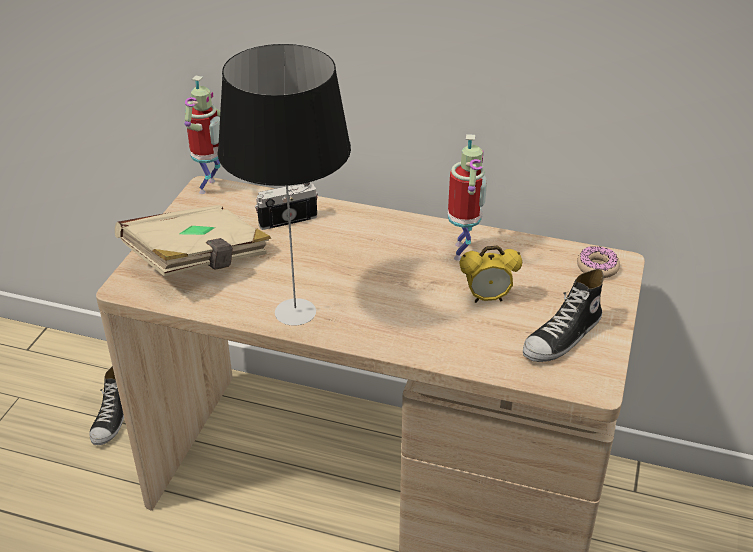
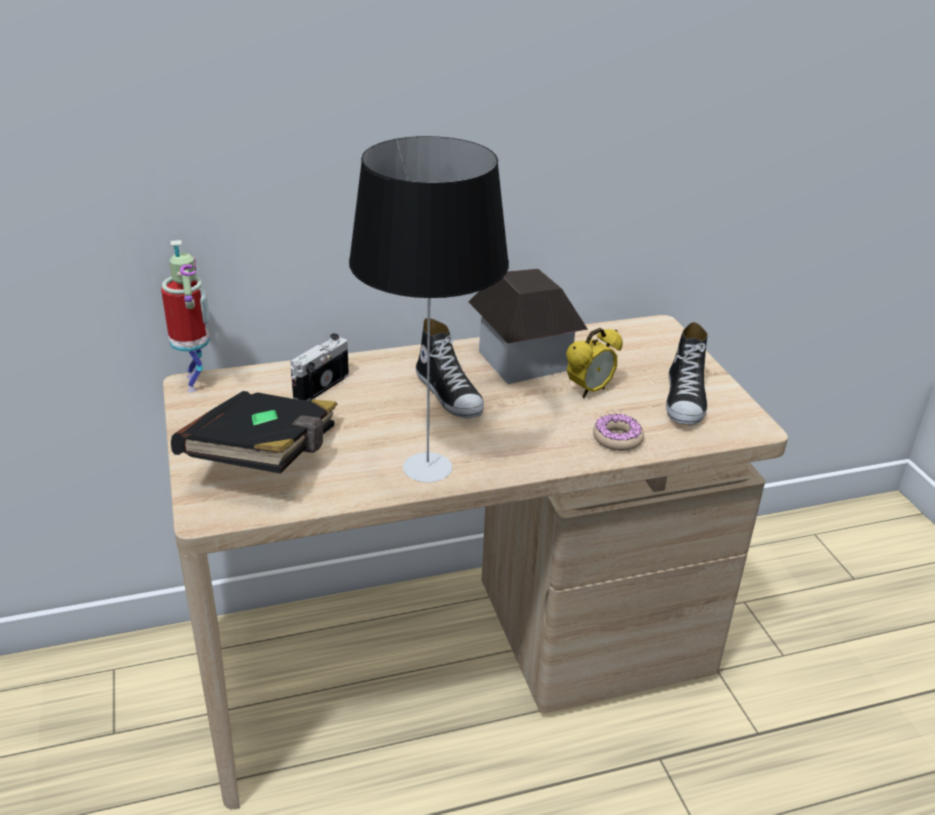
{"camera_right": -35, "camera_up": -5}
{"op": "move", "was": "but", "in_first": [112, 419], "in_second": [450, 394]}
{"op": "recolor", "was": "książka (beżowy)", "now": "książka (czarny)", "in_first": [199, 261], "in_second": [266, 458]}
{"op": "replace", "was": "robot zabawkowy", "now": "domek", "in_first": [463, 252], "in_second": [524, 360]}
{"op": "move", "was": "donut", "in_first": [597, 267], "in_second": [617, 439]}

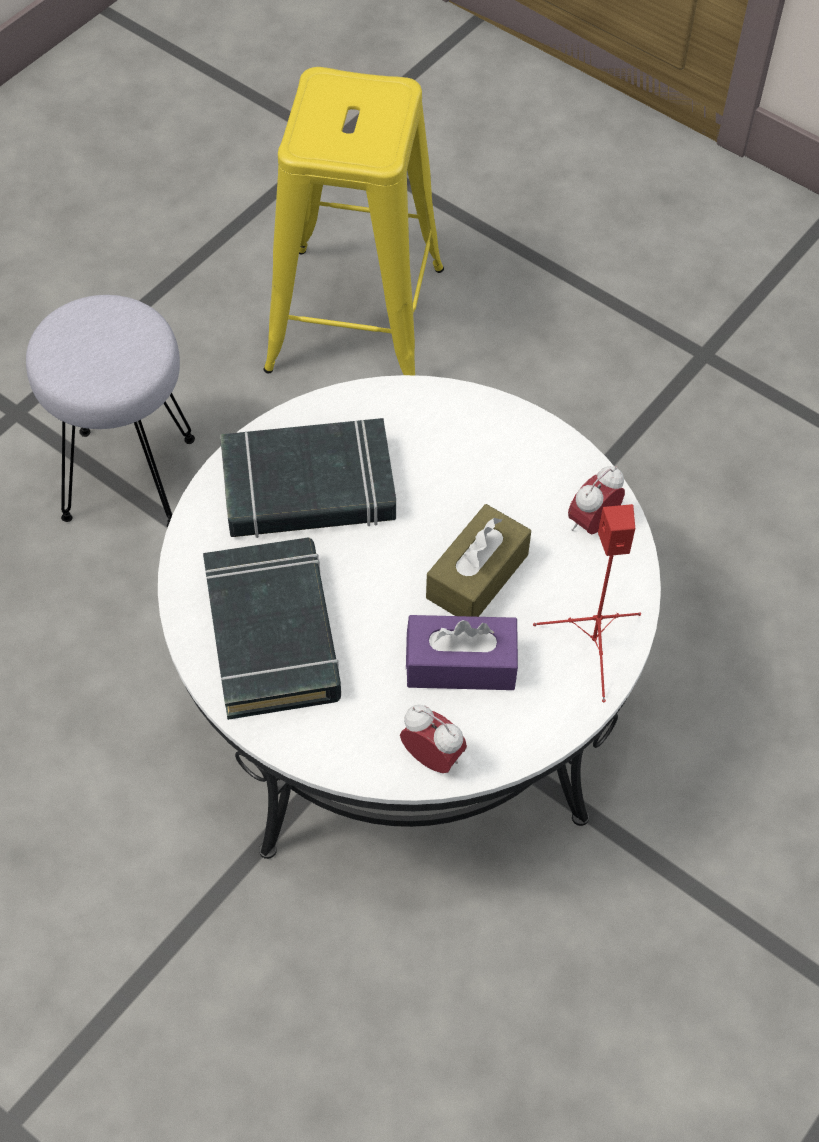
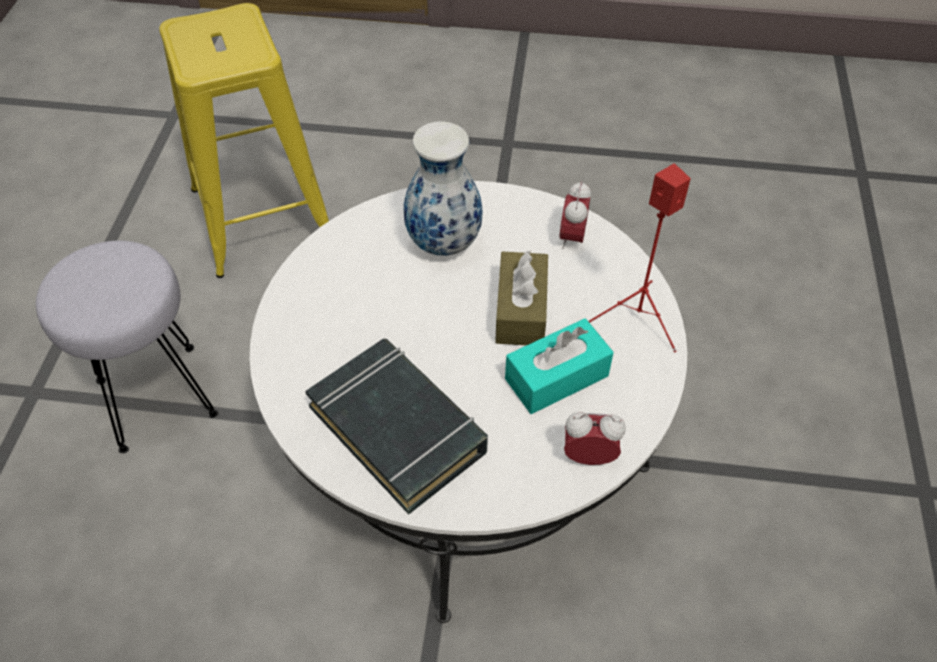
{"camera_right": -30, "camera_up": -5}
{"op": "delete", "was": "książka (czarny)", "in_first": [308, 488]}
{"op": "recolor", "was": "pudełko chusteczek (fioletowy)", "now": "pudełko chusteczek (turkusowy)", "in_first": [461, 664], "in_second": [556, 377]}
{"op": "insert", "now": "wazon", "in_second": [445, 243]}

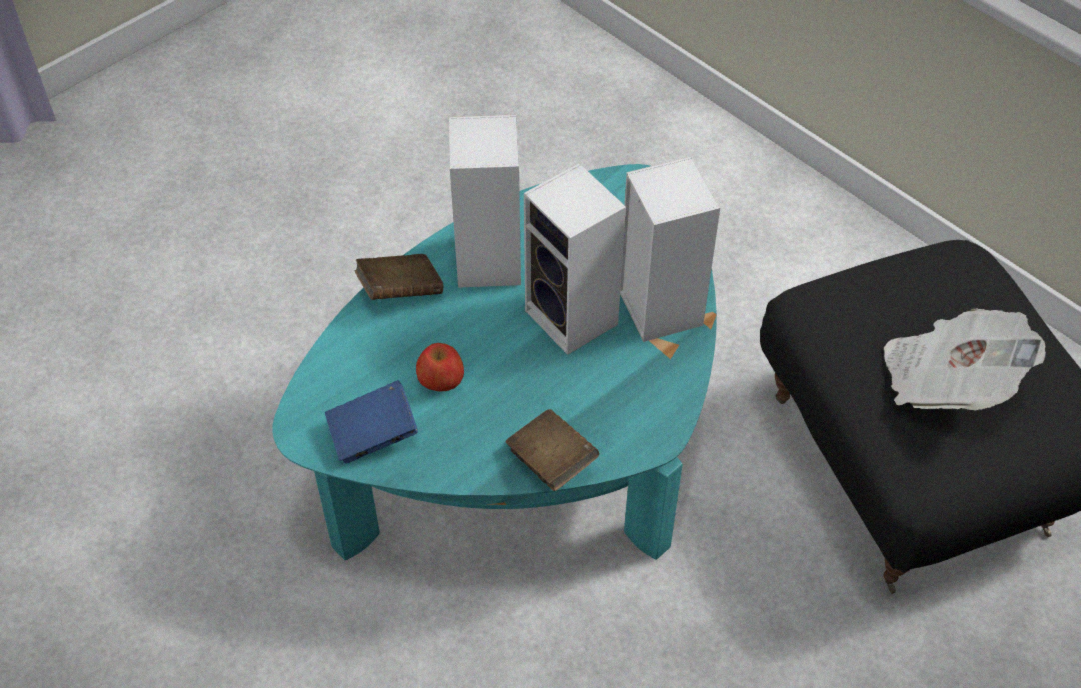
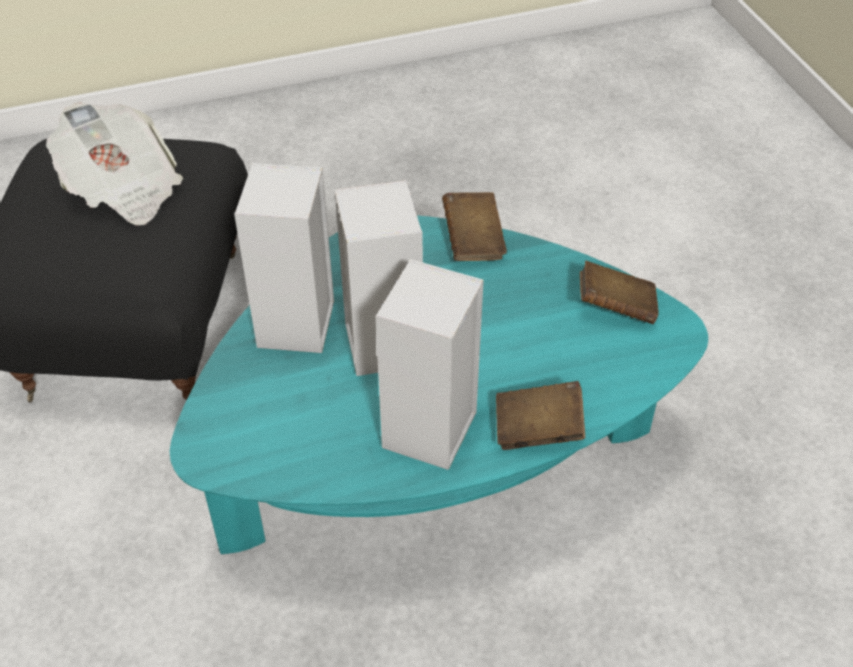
{"camera_right": -155, "camera_up": -5}
{"op": "recolor", "was": "książka (niebieski)", "now": "książka (brązowy)", "in_first": [373, 435], "in_second": [615, 307]}
{"op": "delete", "was": "jabłko", "in_first": [440, 379]}

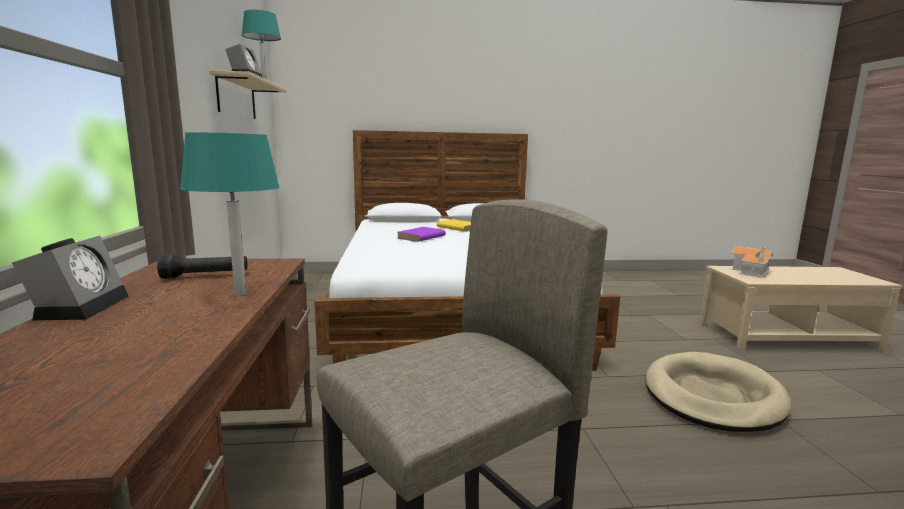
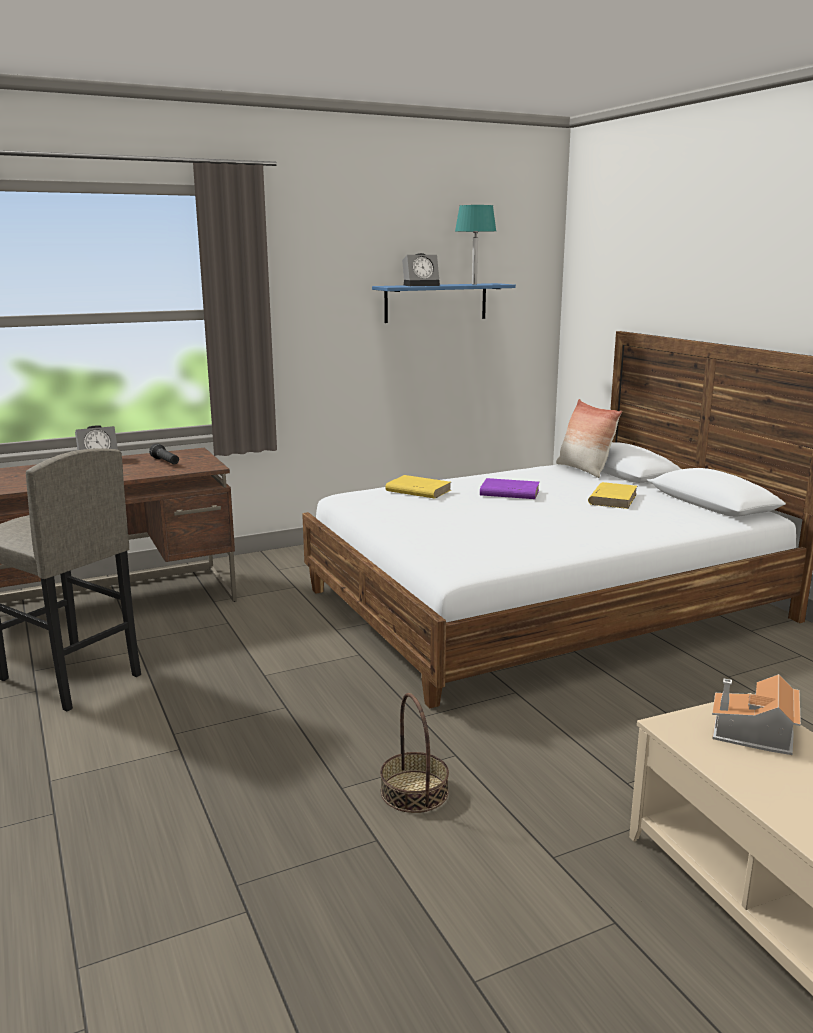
{"camera_right": 70, "camera_up": 5}
{"op": "delete", "was": "lampa stołowa (turkusowy)", "in_first": [240, 294]}
{"op": "recolor", "was": "półka (beżowy)", "now": "półka (niebieski)", "in_first": [236, 98], "in_second": [436, 302]}
{"op": "replace", "was": "legowisko (beżowy)", "now": "koszyk", "in_first": [712, 396], "in_second": [414, 791]}
{"op": "insert", "now": "książka (żółty)", "in_second": [417, 490]}
{"op": "insert", "now": "poduszka", "in_second": [583, 470]}

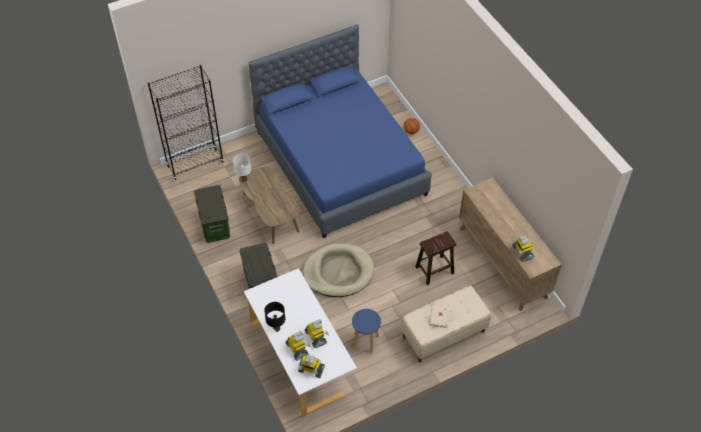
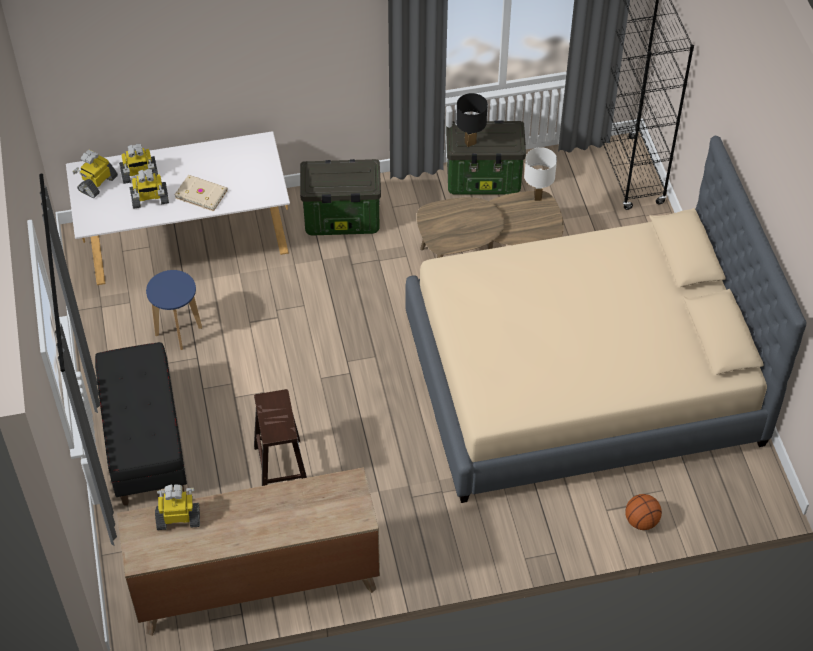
{"camera_right": 105, "camera_up": 0}
{"op": "recolor", "was": "łóżko (niebieski)", "now": "łóżko (beżowy)", "in_first": [340, 162], "in_second": [582, 380]}
{"op": "move", "was": "lampa stołowa (czarny)", "in_first": [276, 329], "in_second": [470, 143]}
{"op": "delete", "was": "legowisko (beżowy)", "in_first": [338, 272]}
{"op": "recolor", "was": "ławka (beżowy)", "now": "ławka (czarny)", "in_first": [443, 334], "in_second": [145, 442]}
{"op": "move", "was": "książka (beżowy)", "in_first": [439, 316], "in_second": [201, 193]}

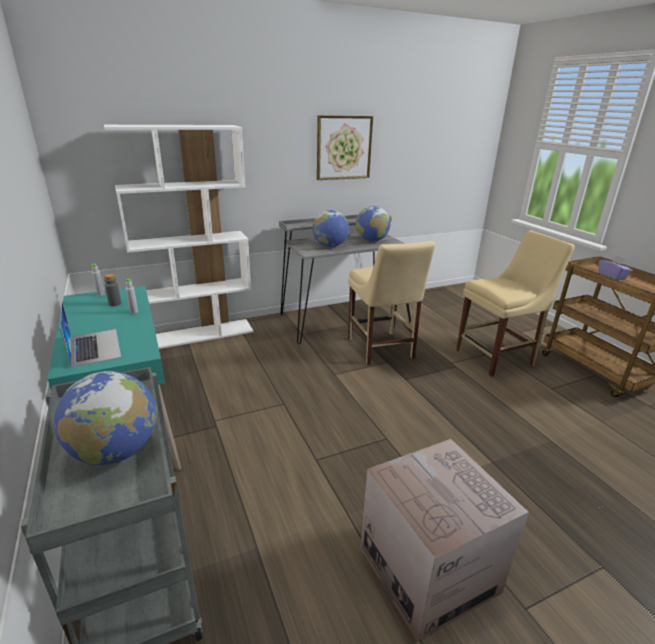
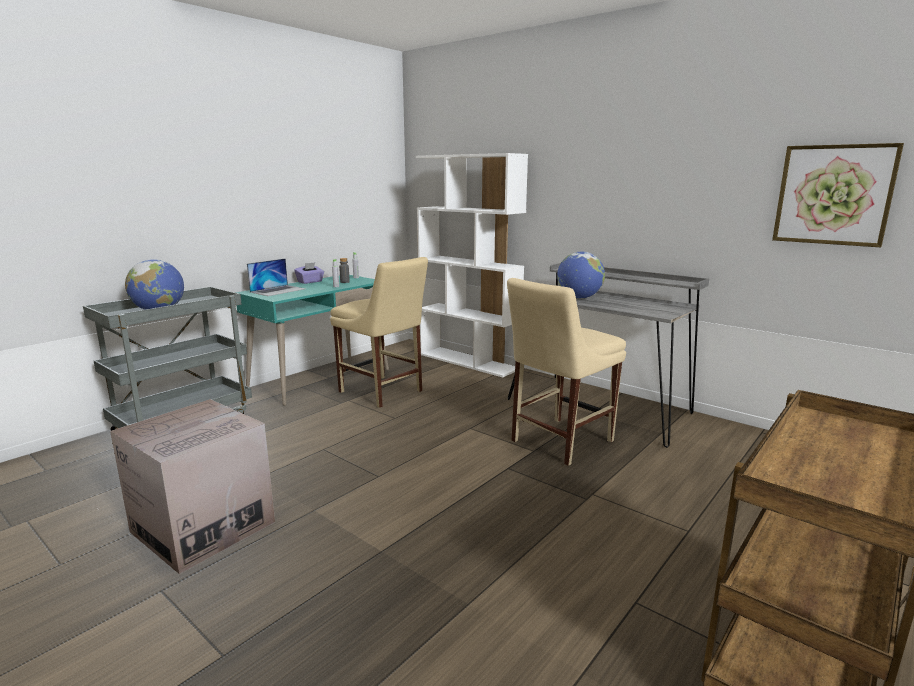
{"camera_right": 65, "camera_up": -10}
{"op": "move", "was": "obraz", "in_first": [343, 148], "in_second": [833, 195]}
{"op": "delete", "was": "globus", "in_first": [371, 241]}
{"op": "move", "was": "krzesło (beżowy)", "in_first": [498, 357], "in_second": [383, 392]}
{"op": "move", "was": "pudełko chusteczek (fioletowy)", "in_first": [611, 276], "in_second": [310, 282]}

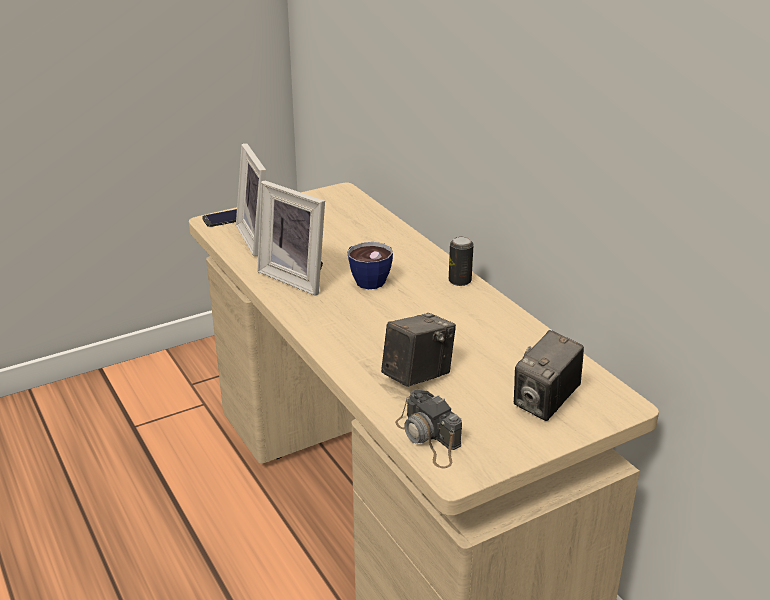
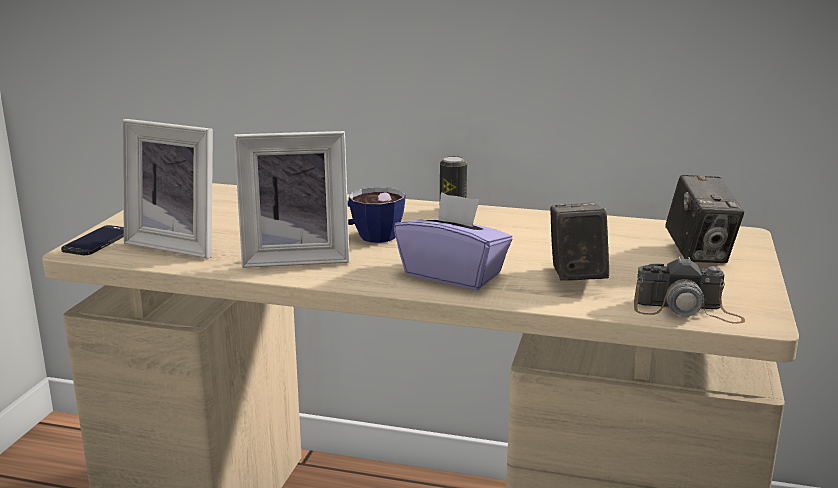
{"camera_right": -45, "camera_up": -10}
{"op": "insert", "now": "pudełko chusteczek (fioletowy)", "in_second": [453, 275]}

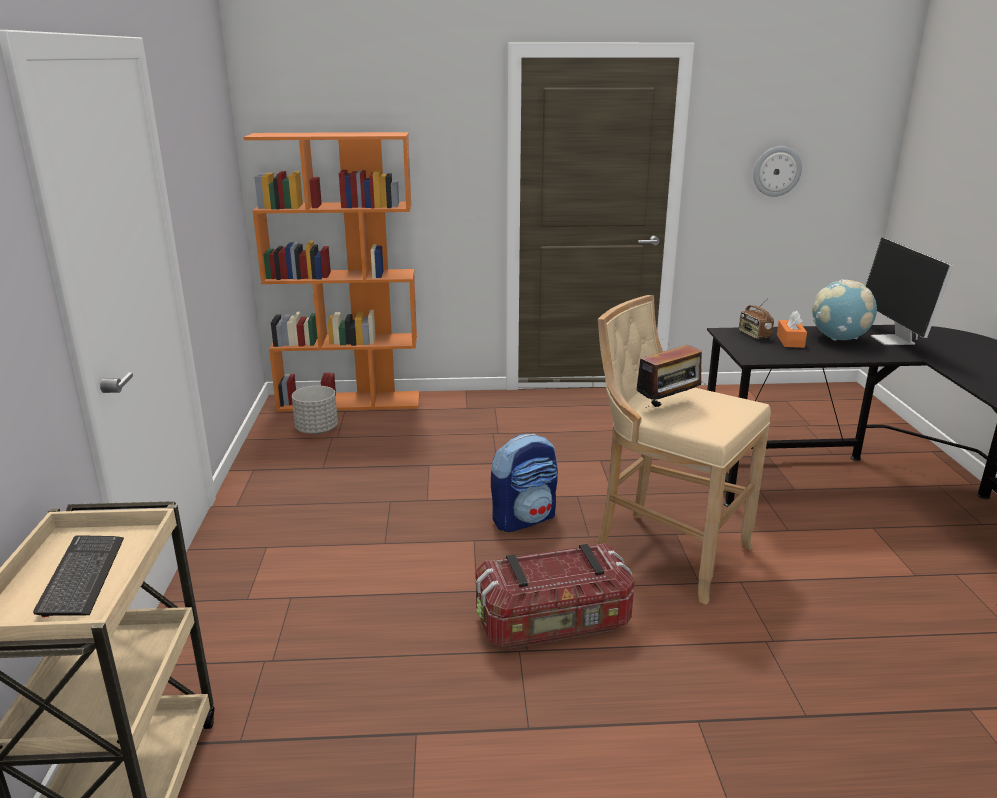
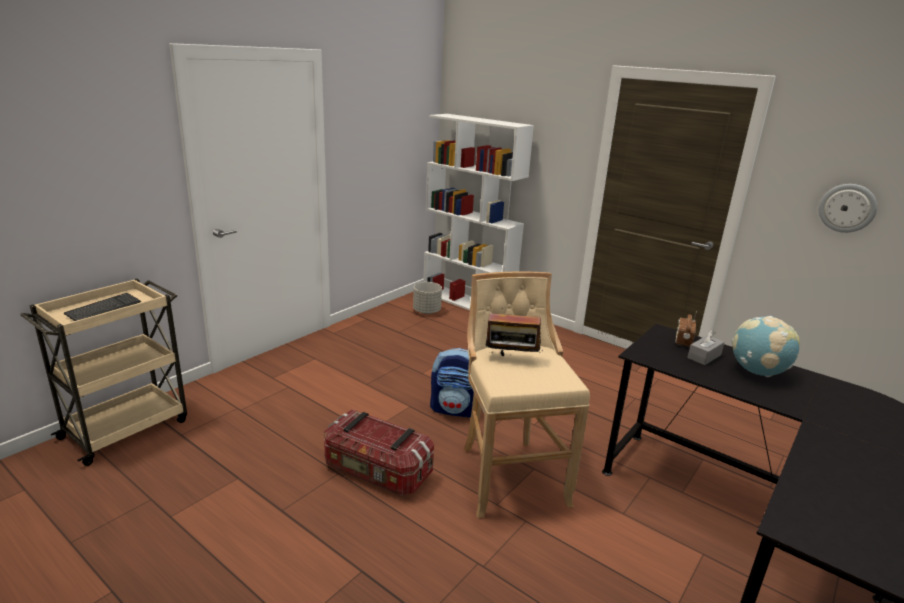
{"camera_right": 40, "camera_up": 0}
{"op": "recolor", "was": "regał (pomarańczowy)", "now": "regał (biały)", "in_first": [350, 401], "in_second": [468, 302]}
{"op": "recolor", "was": "pudełko chusteczek (pomarańczowy)", "now": "pudełko chusteczek (szary)", "in_first": [790, 341], "in_second": [704, 356]}
{"op": "delete", "was": "monitor", "in_first": [894, 340]}

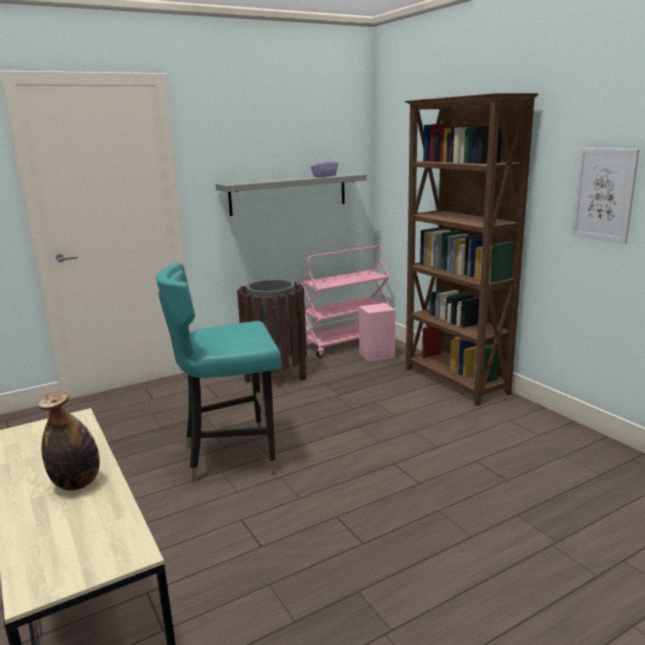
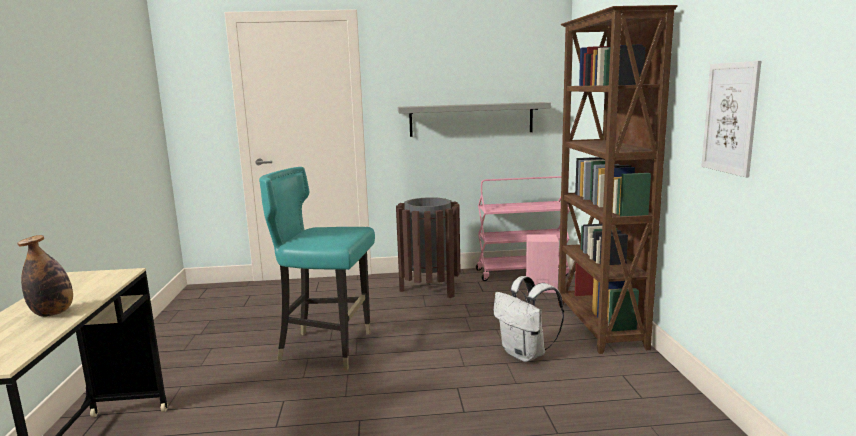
{"camera_right": 25, "camera_up": -5}
{"op": "delete", "was": "pudełko chusteczek (fioletowy)", "in_first": [324, 176]}
{"op": "insert", "now": "plecak (biały)", "in_second": [526, 354]}

